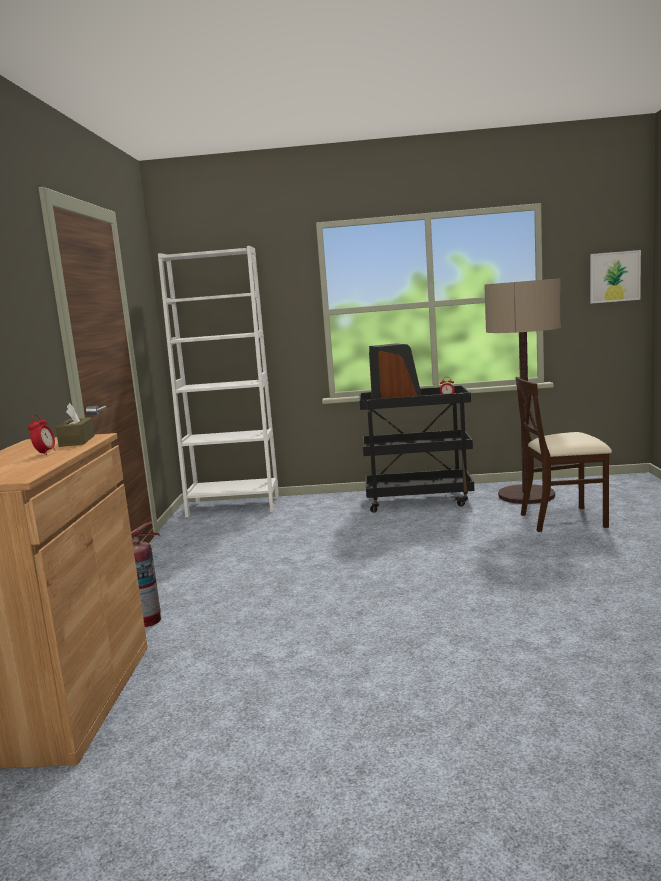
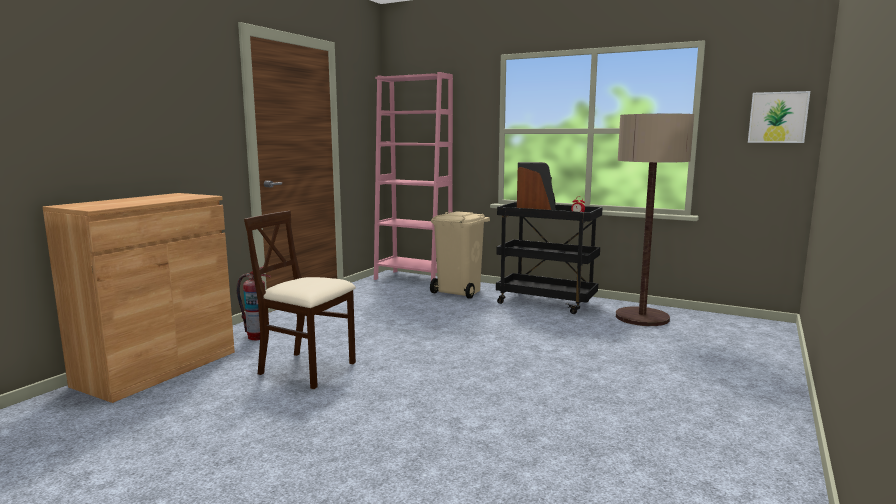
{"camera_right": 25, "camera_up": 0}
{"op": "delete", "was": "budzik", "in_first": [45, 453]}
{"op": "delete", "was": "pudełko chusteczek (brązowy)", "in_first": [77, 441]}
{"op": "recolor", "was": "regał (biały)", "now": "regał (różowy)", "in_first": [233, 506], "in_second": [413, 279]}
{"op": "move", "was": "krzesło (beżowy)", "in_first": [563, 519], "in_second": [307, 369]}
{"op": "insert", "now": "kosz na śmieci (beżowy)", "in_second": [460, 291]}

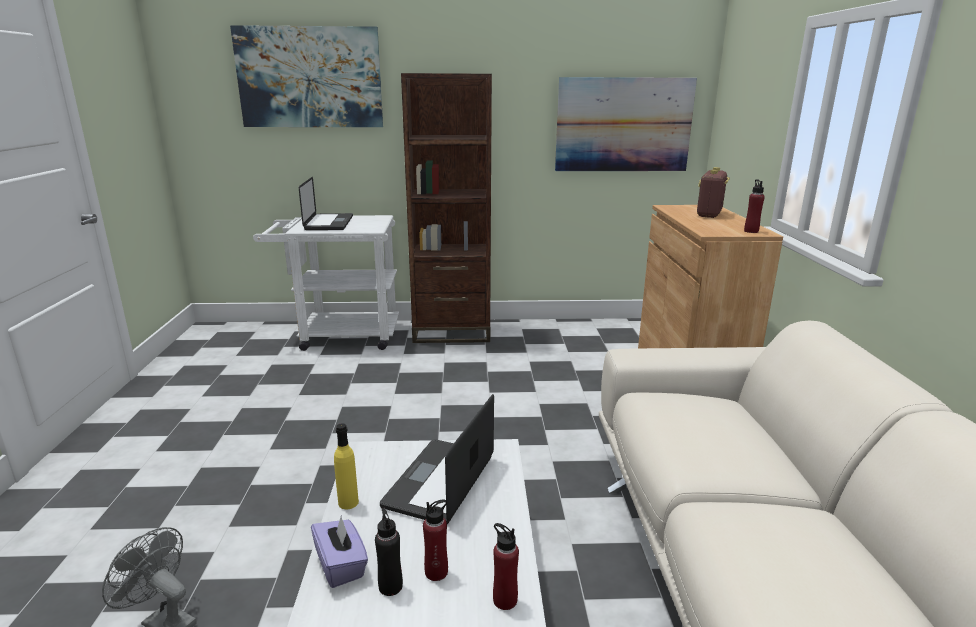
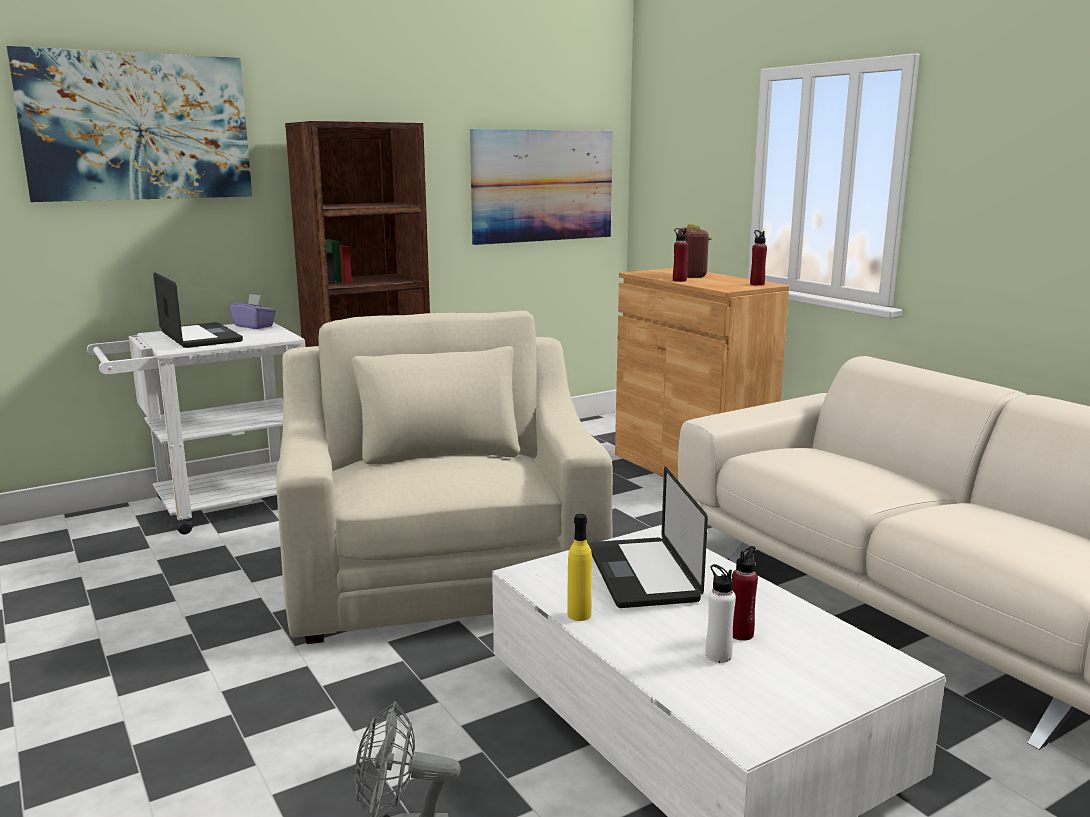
{"camera_right": -30, "camera_up": -5}
{"op": "move", "was": "pudełko chusteczek (fioletowy)", "in_first": [341, 565], "in_second": [254, 326]}
{"op": "recolor", "was": "butelka (czarny)", "now": "butelka (biały)", "in_first": [390, 586], "in_second": [718, 655]}
{"op": "move", "was": "butelka (czerwony)", "in_first": [505, 600], "in_second": [679, 280]}
{"op": "insert", "now": "fotel (beżowy)", "in_second": [442, 571]}

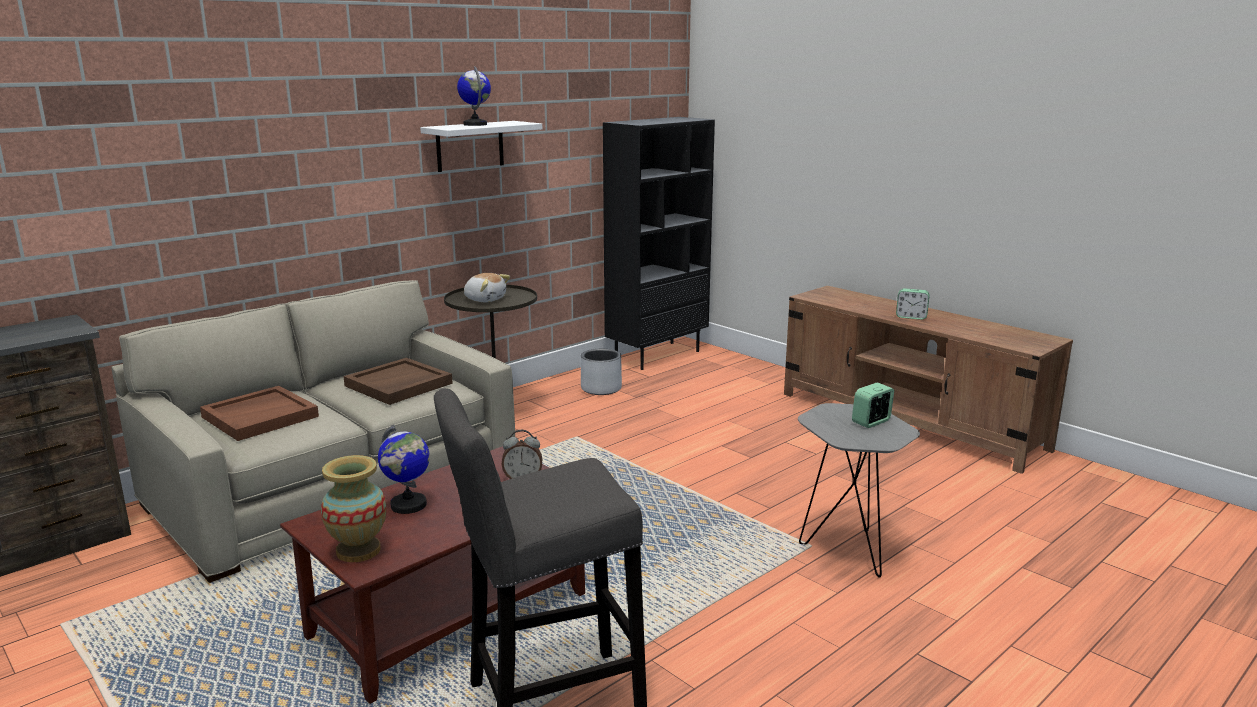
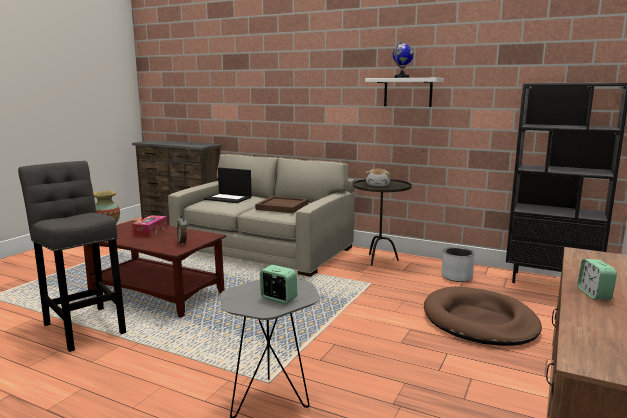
{"camera_right": 70, "camera_up": -5}
{"op": "replace", "was": "taca (brązowy)", "now": "laptop", "in_first": [260, 416], "in_second": [228, 198]}
{"op": "replace", "was": "globus", "now": "pudełko chusteczek", "in_first": [408, 505], "in_second": [150, 231]}
{"op": "insert", "now": "legowisko (brązowy)", "in_second": [479, 321]}

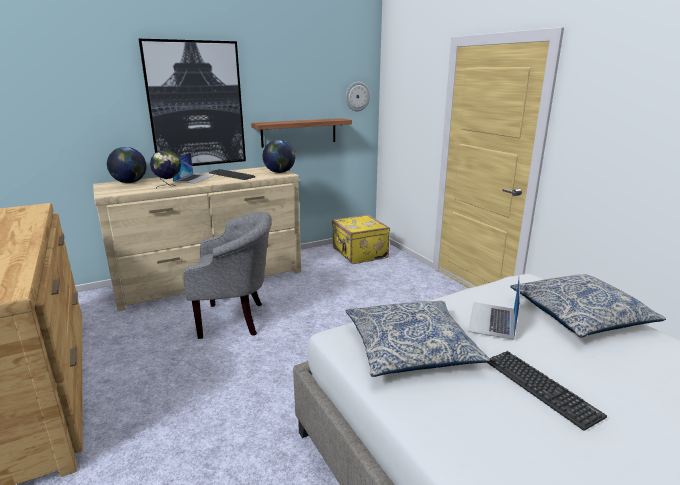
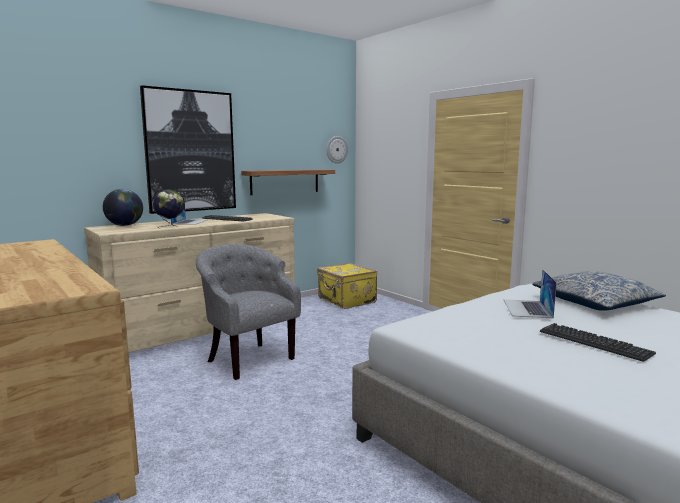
{"camera_right": -10, "camera_up": -10}
{"op": "rotate", "was": "fotel (szary)", "in_first": [236, 319], "in_second": [247, 359], "clockwise": -120}
{"op": "delete", "was": "globus", "in_first": [280, 172]}
{"op": "delete", "was": "poduszka", "in_first": [411, 348]}

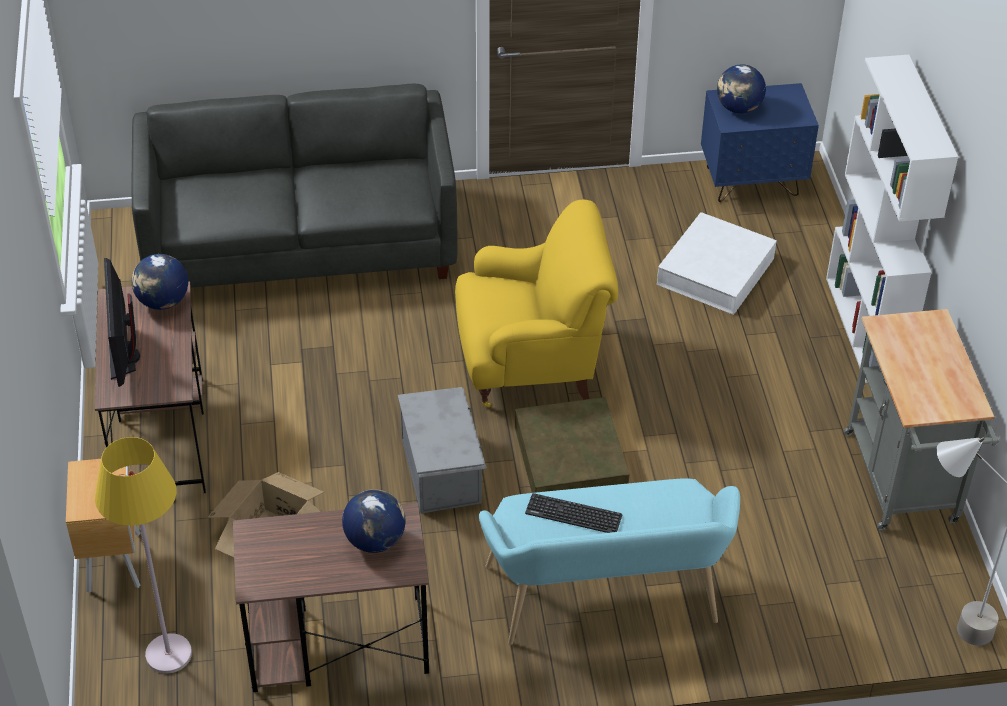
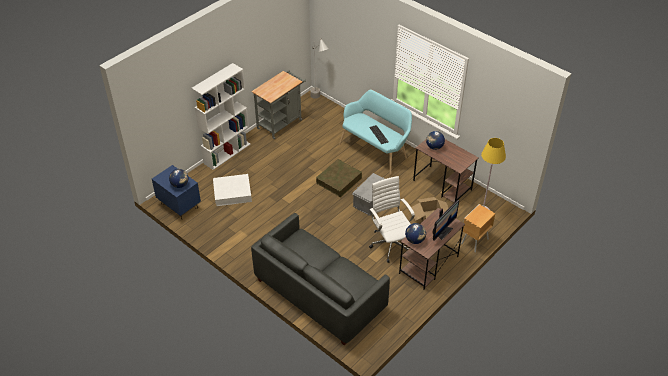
{"camera_right": -130, "camera_up": 0}
{"op": "delete", "was": "fotel (żółty)", "in_first": [532, 364]}
{"op": "insert", "now": "krzesło biurowe (biały)", "in_second": [390, 244]}

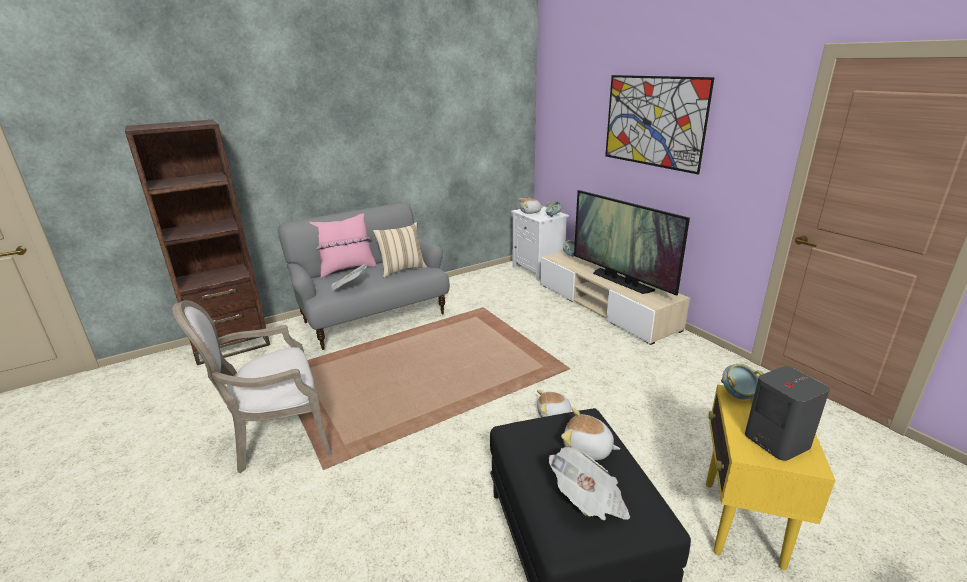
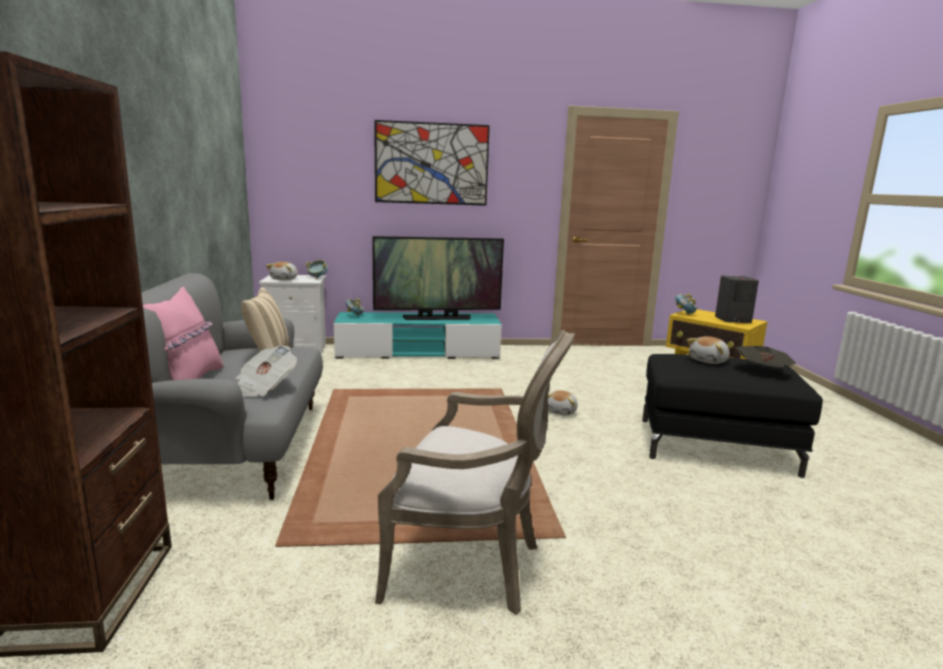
{"camera_right": -65, "camera_up": -10}
{"op": "rotate", "was": "fotel", "in_first": [277, 438], "in_second": [471, 566], "clockwise": -75}
{"op": "recolor", "was": "szafka pod telewizor (beżowy)", "now": "szafka pod telewizor (turkusowy)", "in_first": [605, 306], "in_second": [418, 352]}

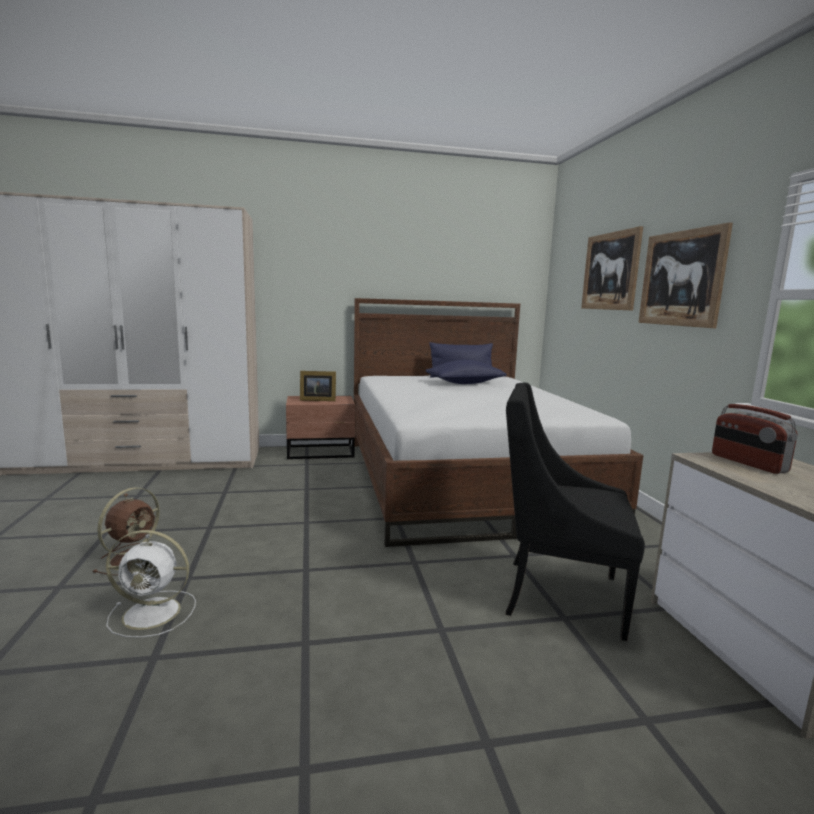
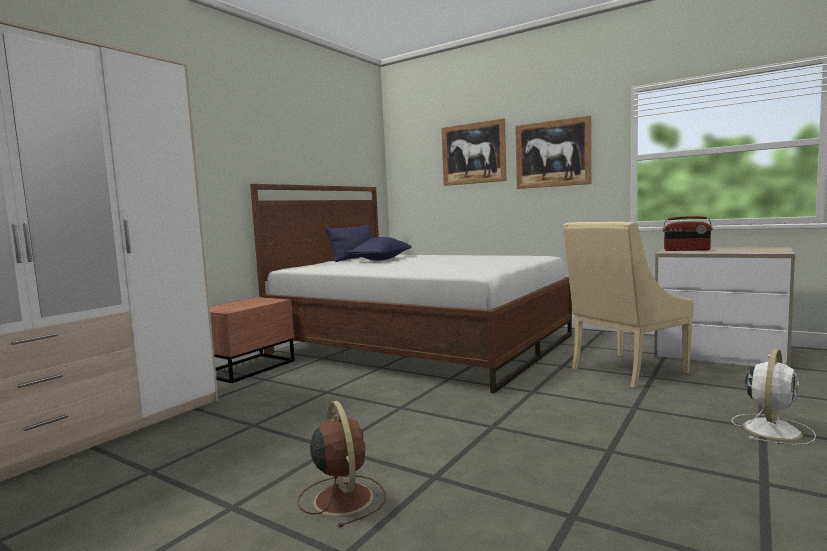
{"camera_right": -45, "camera_up": -5}
{"op": "move", "was": "wentylator (biały)", "in_first": [154, 613], "in_second": [772, 429]}
{"op": "delete", "was": "ramka na zdjęcie", "in_first": [317, 400]}
{"op": "recolor", "was": "fotel (czarny)", "now": "fotel (beżowy)", "in_first": [557, 594], "in_second": [624, 371]}

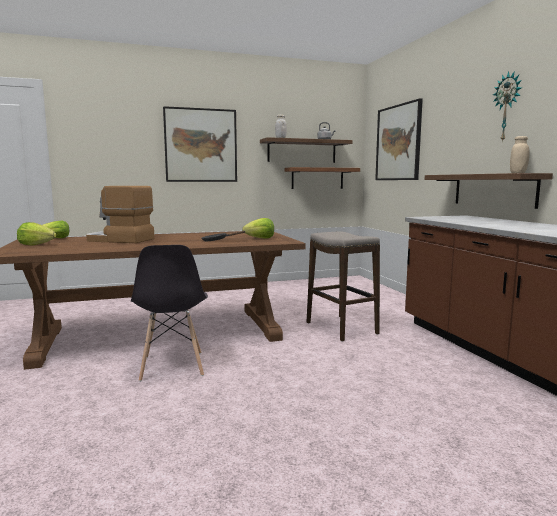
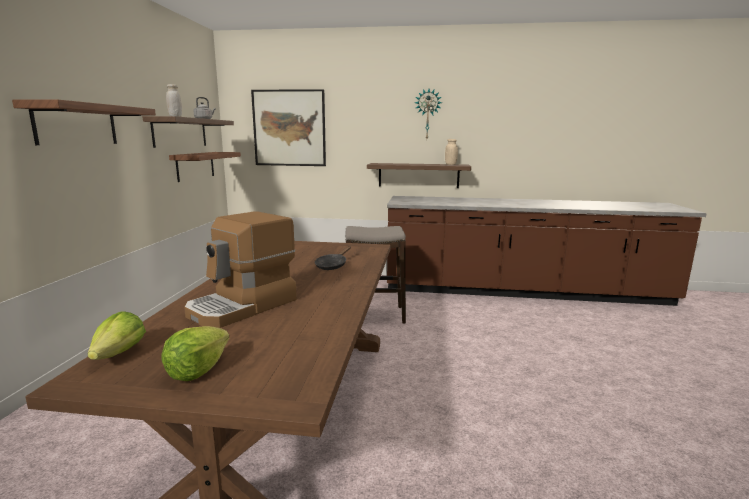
{"camera_right": -65, "camera_up": 5}
{"op": "delete", "was": "krzesło (szary)", "in_first": [172, 366]}
{"op": "replace", "was": "obraz", "now": "półka", "in_first": [201, 145], "in_second": [76, 124]}
{"op": "delete", "was": "sałata", "in_first": [260, 238]}

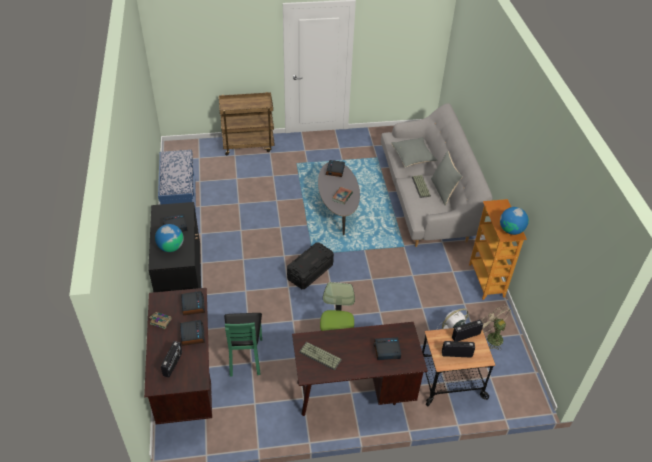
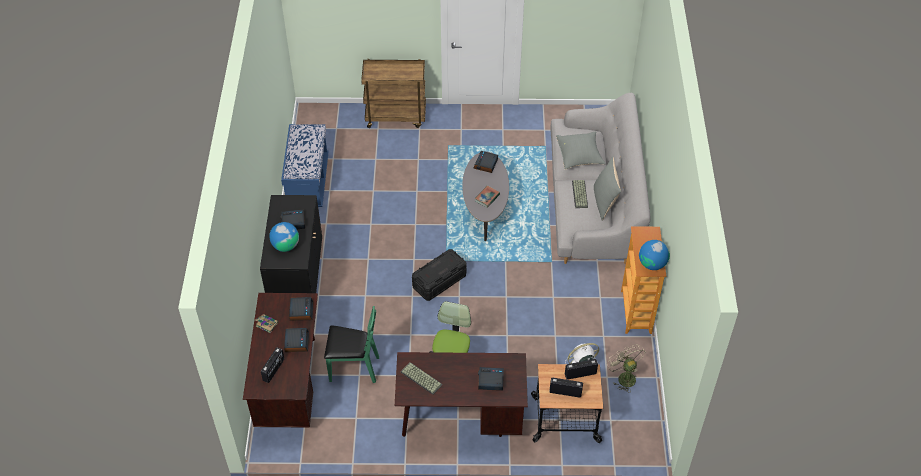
{"camera_right": 10, "camera_up": 5}
{"op": "rotate", "was": "krzesło (zielony)", "in_first": [245, 356], "in_second": [353, 368], "clockwise": -90}

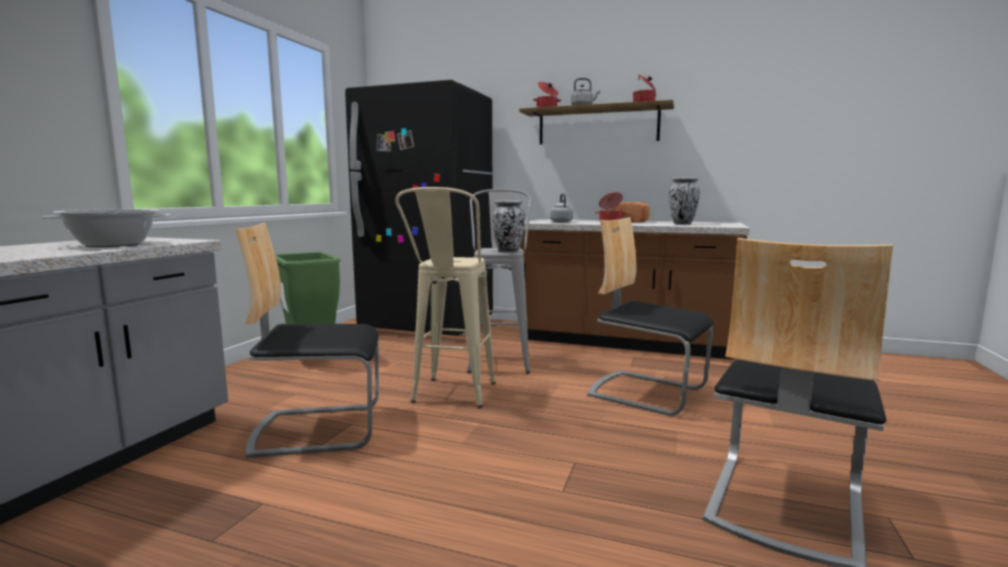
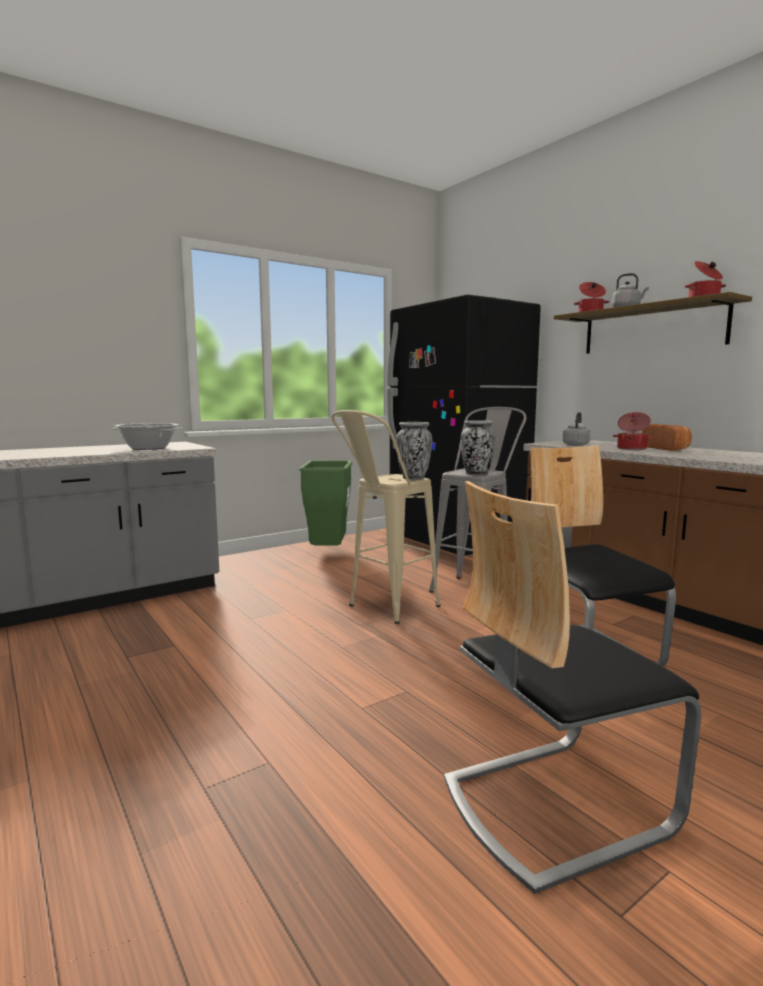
{"camera_right": 35, "camera_up": 0}
{"op": "delete", "was": "krzesło", "in_first": [318, 429]}
{"op": "move", "was": "wazon", "in_first": [682, 224], "in_second": [413, 478]}

